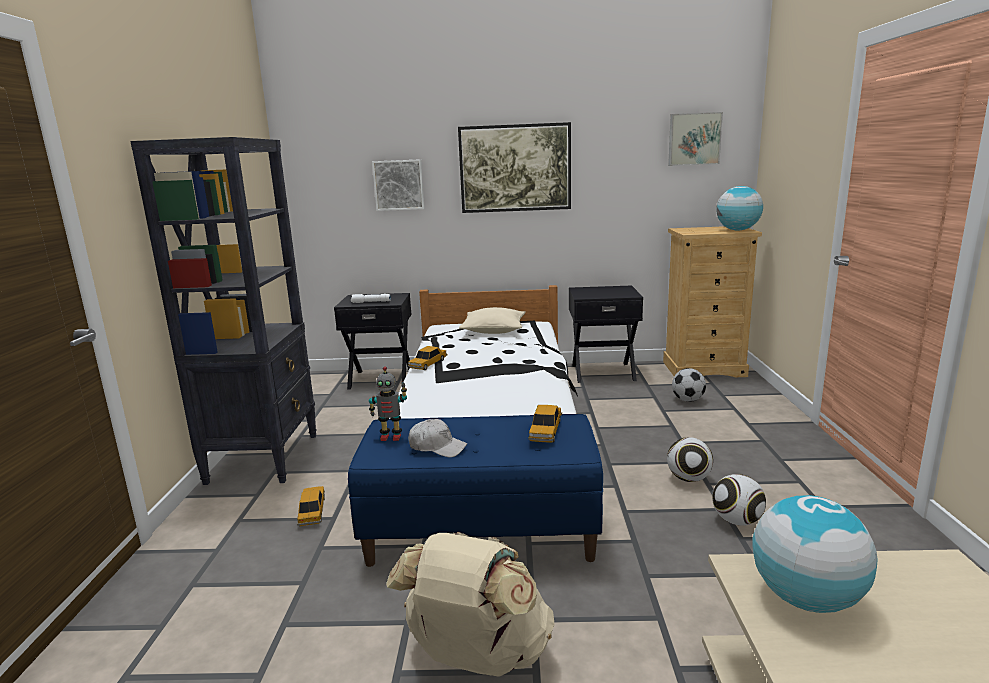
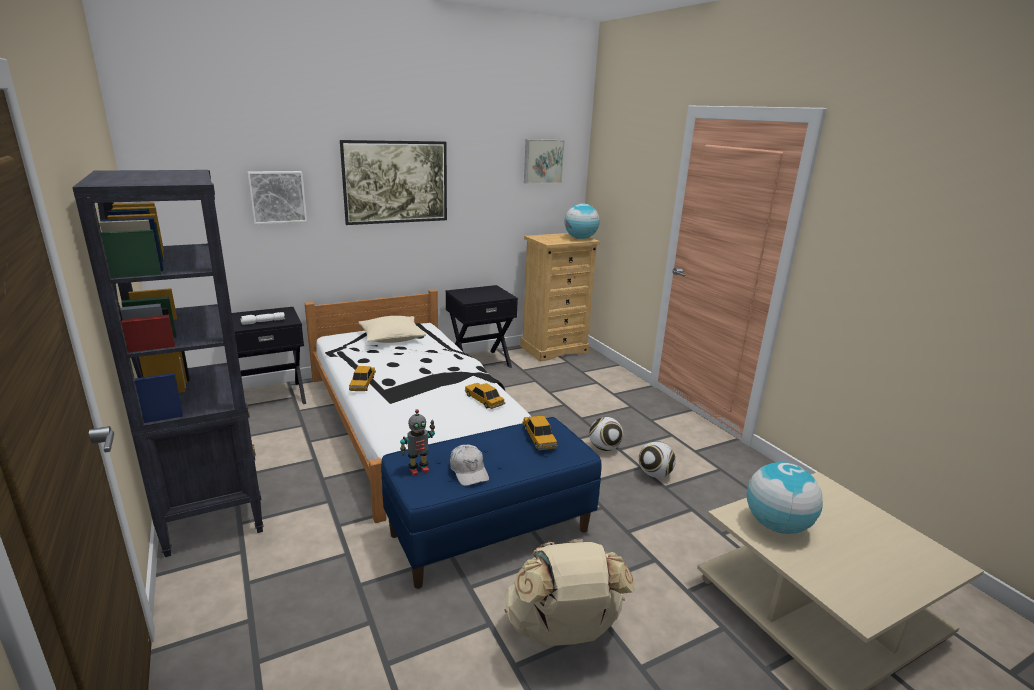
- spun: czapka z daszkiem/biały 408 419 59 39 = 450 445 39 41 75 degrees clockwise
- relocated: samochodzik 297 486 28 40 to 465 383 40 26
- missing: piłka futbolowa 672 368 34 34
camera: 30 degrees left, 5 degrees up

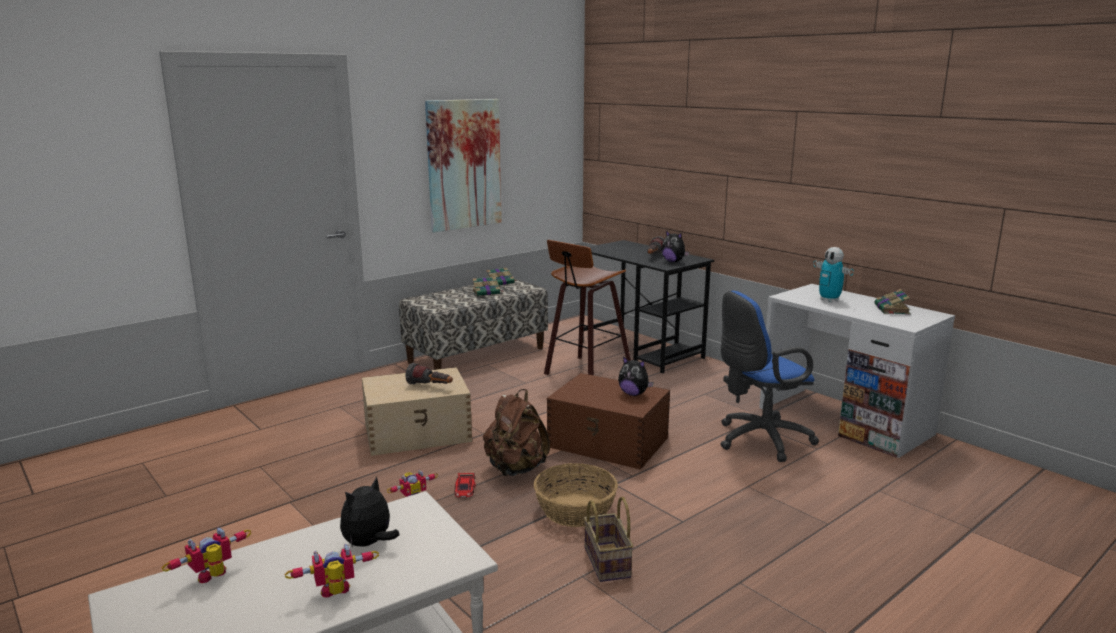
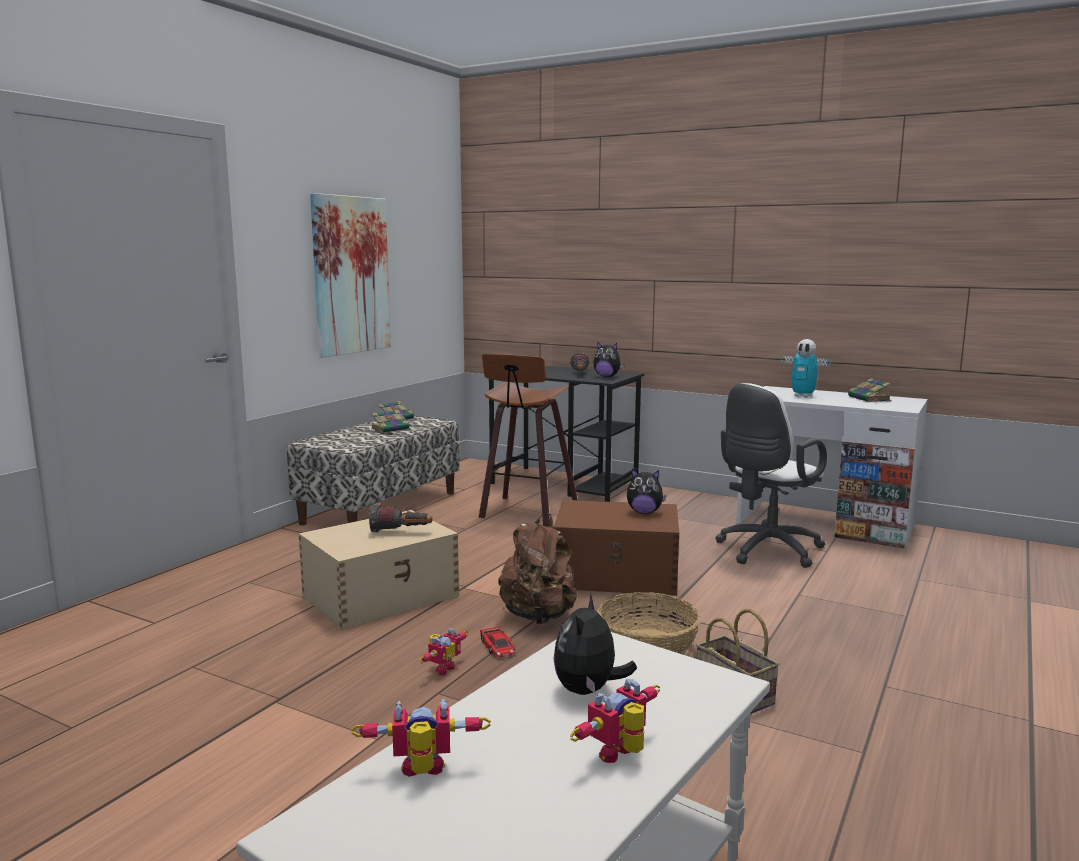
- spun: robot zabawkowy 162 528 89 55 = 351 699 140 78 60 degrees clockwise
- colour: krzesło biurowe/niebieski 720 291 99 171 to krzesło biurowe/biały 715 383 112 185
camera: 20 degrees left, 5 degrees down

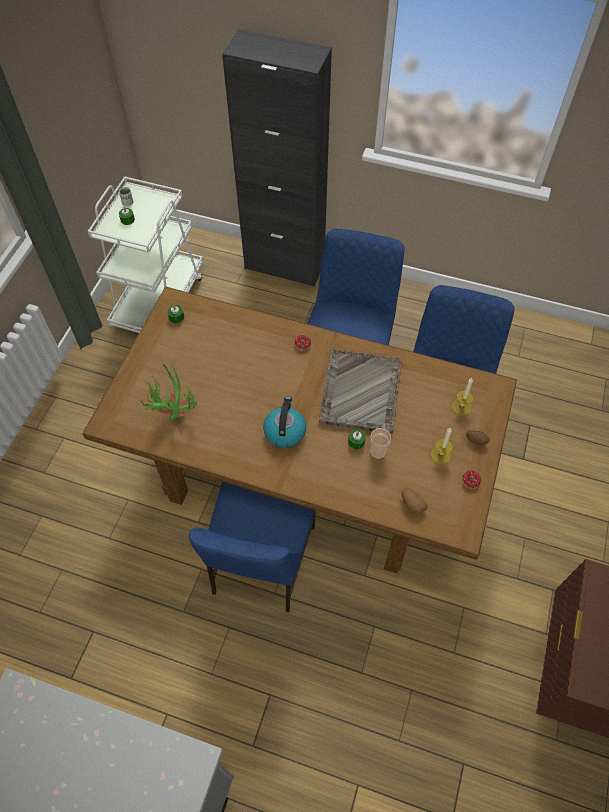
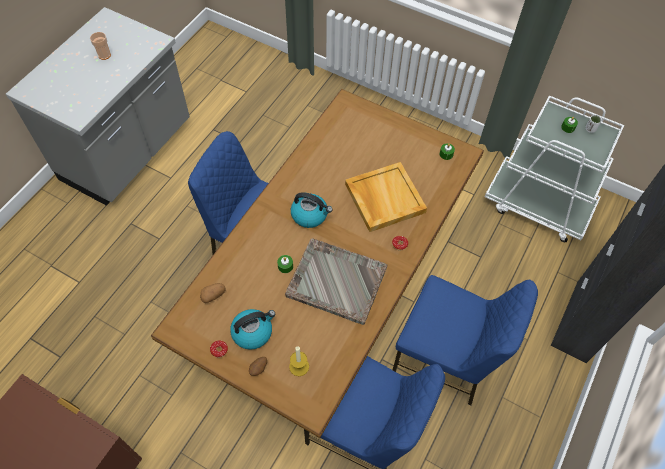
- relocated: filiżanka 370 428 21 31 to 90 32 21 28
- exchanged: świeca 430 428 23 36 to czajnik 230 309 45 41
- appeared: taca/beżowy 345 162 82 70
- missing: roślina doniczkowa 140 361 57 60
camera: 100 degrees right, 0 degrees up

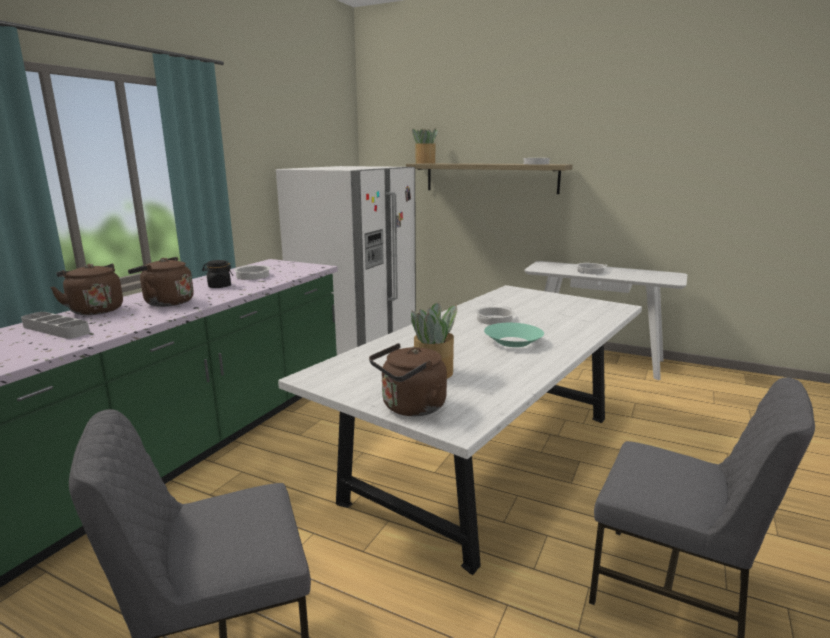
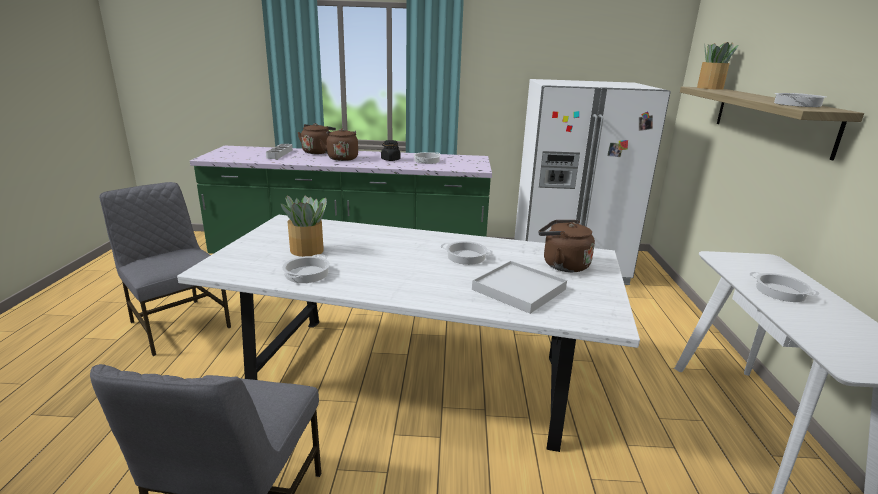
- appeared: garnek 282 254 48 29
- appeared: taca/biały 472 261 95 53
- relocated: czajnik/brązowy 369 343 78 73 to 539 220 56 52
- missing: miska/turkusowy 484 323 60 24
camera: 65 degrees right, 5 degrees up

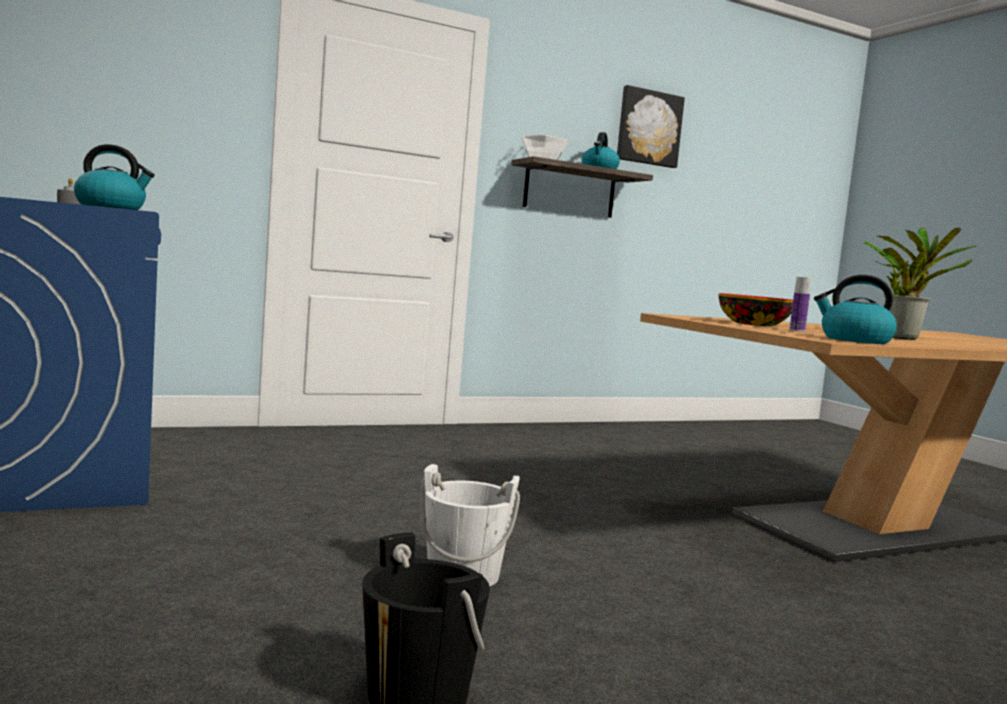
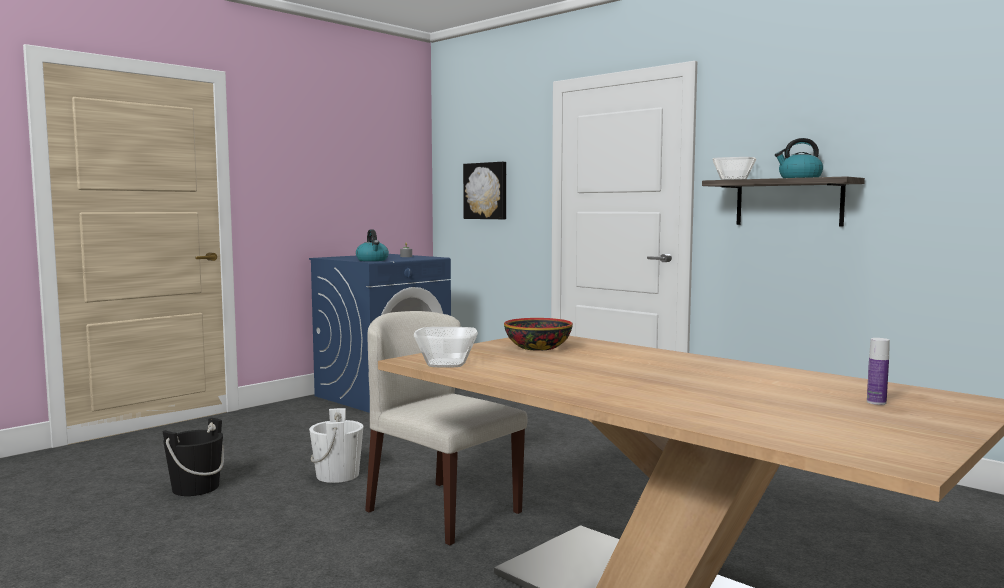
- appeared: krzesło/beżowy 365 311 163 234
- exchanged: czajnik 814 275 83 69 to miska 414 327 64 41
- relocated: obraz 617 85 68 83 to 463 162 43 57
- relocated: butelka 789 277 23 55 to 867 338 23 67
- missing: roślina doniczkowa 864 228 113 112
camera: 70 degrees right, 0 degrees up

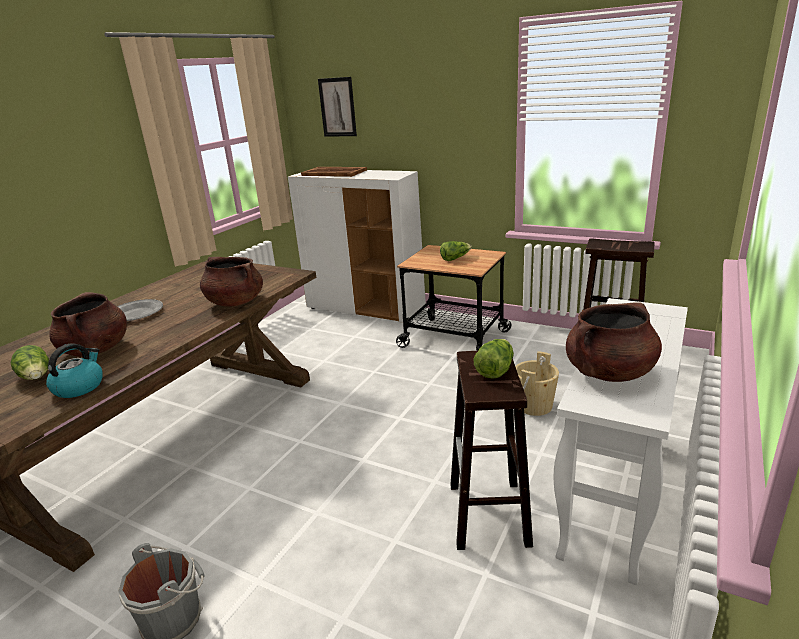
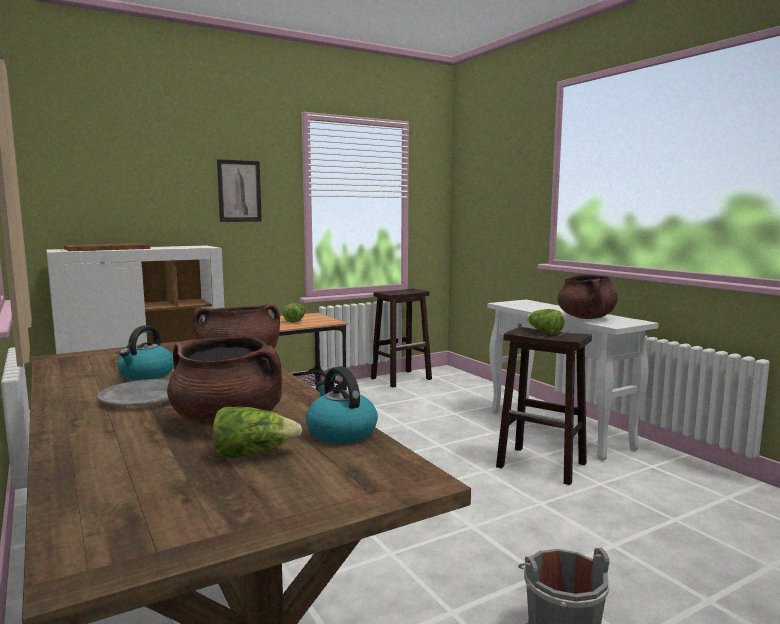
- appeared: czajnik 117 325 57 56
- relocated: obraz 318 77 39 59 to 217 159 45 63
- missing: wiadro/beżowy 515 351 44 65
camera: 60 degrees left, 15 degrees down

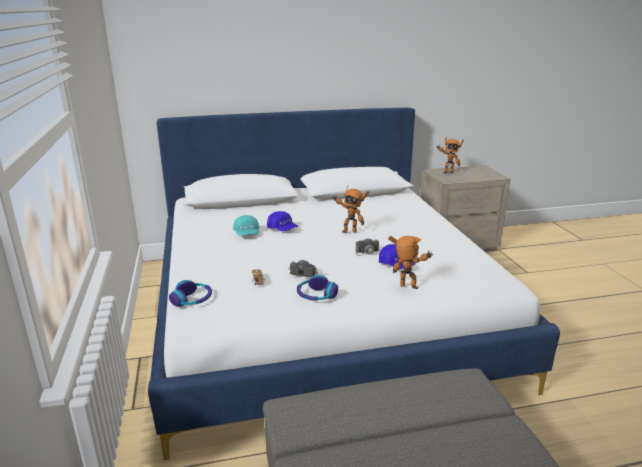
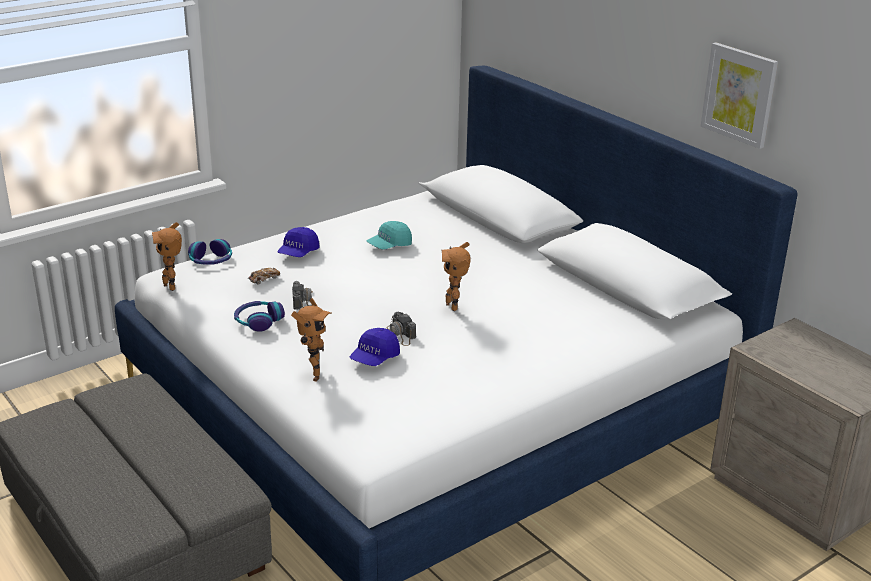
- relocated: robot zabawkowy 436 137 28 37 to 152 222 30 69
- relocated: czapka z daszkiem/niebieski 267 211 31 20 to 277 227 43 30
- appeared: obraz 701 42 77 107
camera: 65 degrees right, 5 degrees up

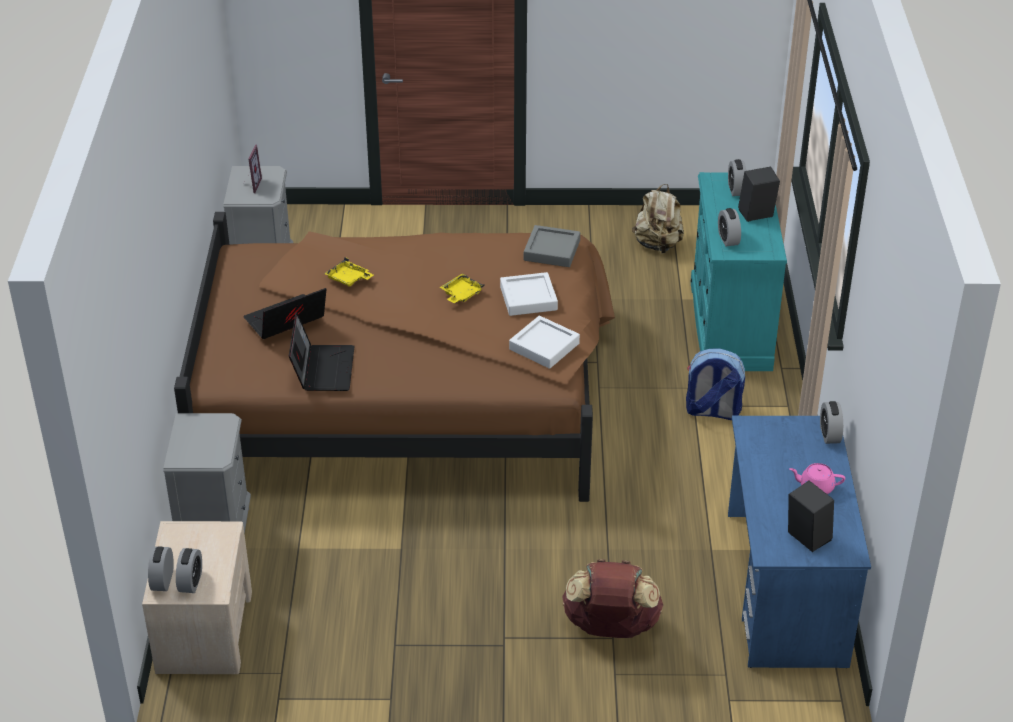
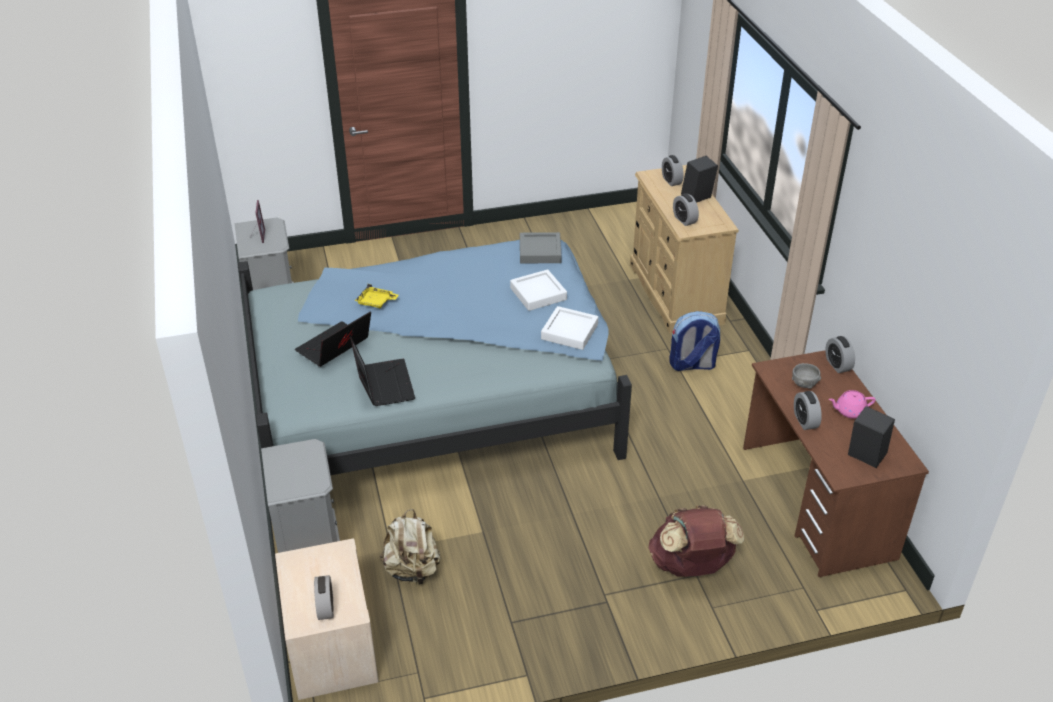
- colour: łóżko/brązowy 174 212 441 290 to łóżko/niebieski 238 240 394 235
- relocated: plecak/beżowy 632 184 52 69 to 380 509 61 78
- colour: komoda/turkusowy 691 172 96 199 to komoda/beżowy 630 165 109 169
- colour: biurko/niebieski 728 416 143 252 to biurko/brązowy 743 350 186 227
- appeared: miska/szary 792 363 29 26
- relocated: budzik 148 547 26 44 to 794 391 28 39
- missing: taca/żółty 440 273 45 30
camera: 15 degrees left, 0 degrees up

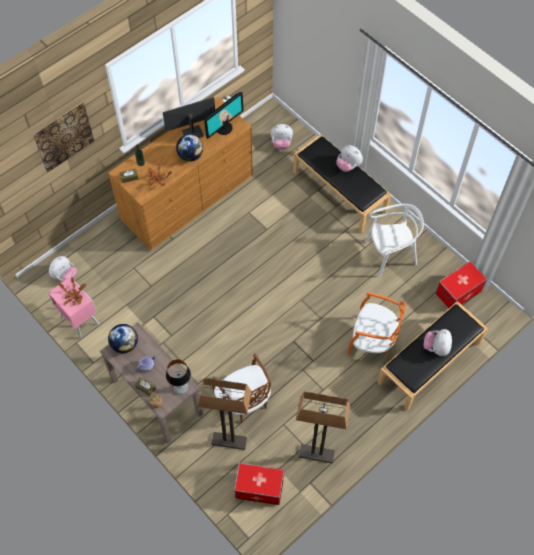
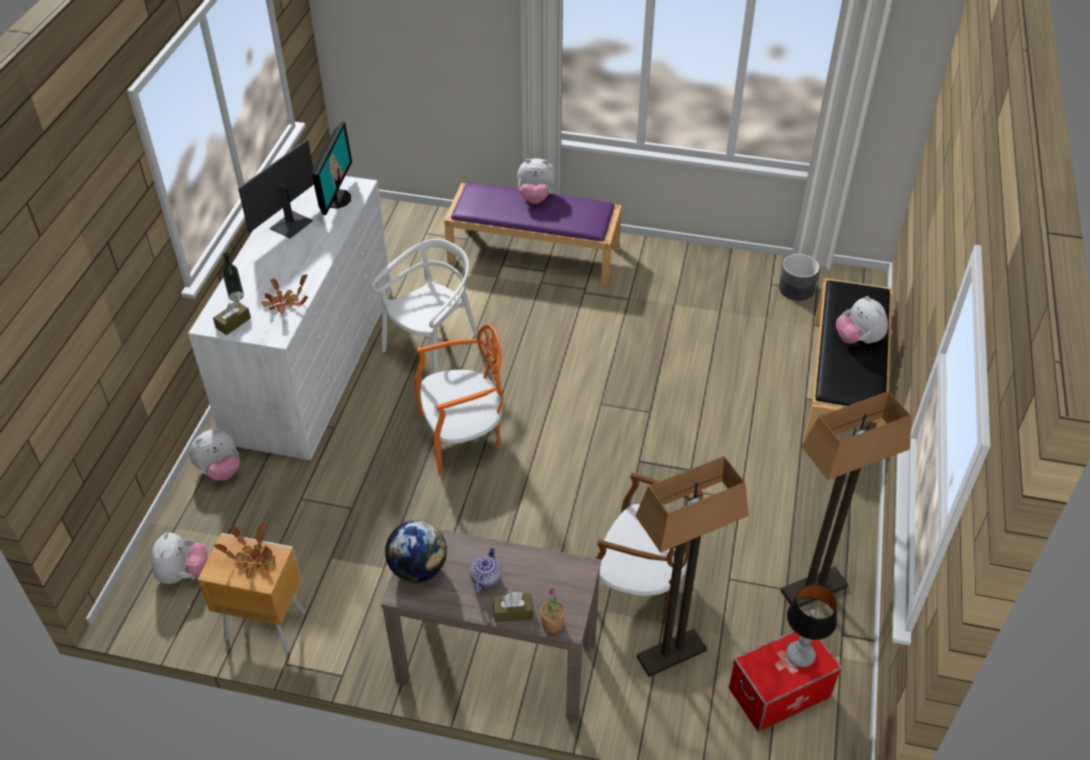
- colour: komoda/brązowy 108 97 145 153 to komoda/biały 188 176 203 284
- relocated: pluszak 271 124 22 26 to 189 429 51 52
- colour: szafka nocna/różowy 48 276 51 62 to szafka nocna/brązowy 197 533 109 120
- relocated: krzesło/biały 365 204 59 74 to 371 239 107 135
- relocated: krzesło/pomarańczowy 348 292 58 66 to 415 324 89 151
- colour: ławka/czarny 293 134 98 99 to ławka/fioletowy 444 183 178 102
- exchanged: pojemnik do przechowywania 435 261 52 47 to donica/szary 779 254 41 46
- relocated: lampa stołowa 166 359 25 36 to 786 585 51 82
- missing: obraz 33 103 61 69
- missing: globus 176 134 27 28
camera: 35 degrees left, 15 degrees down

